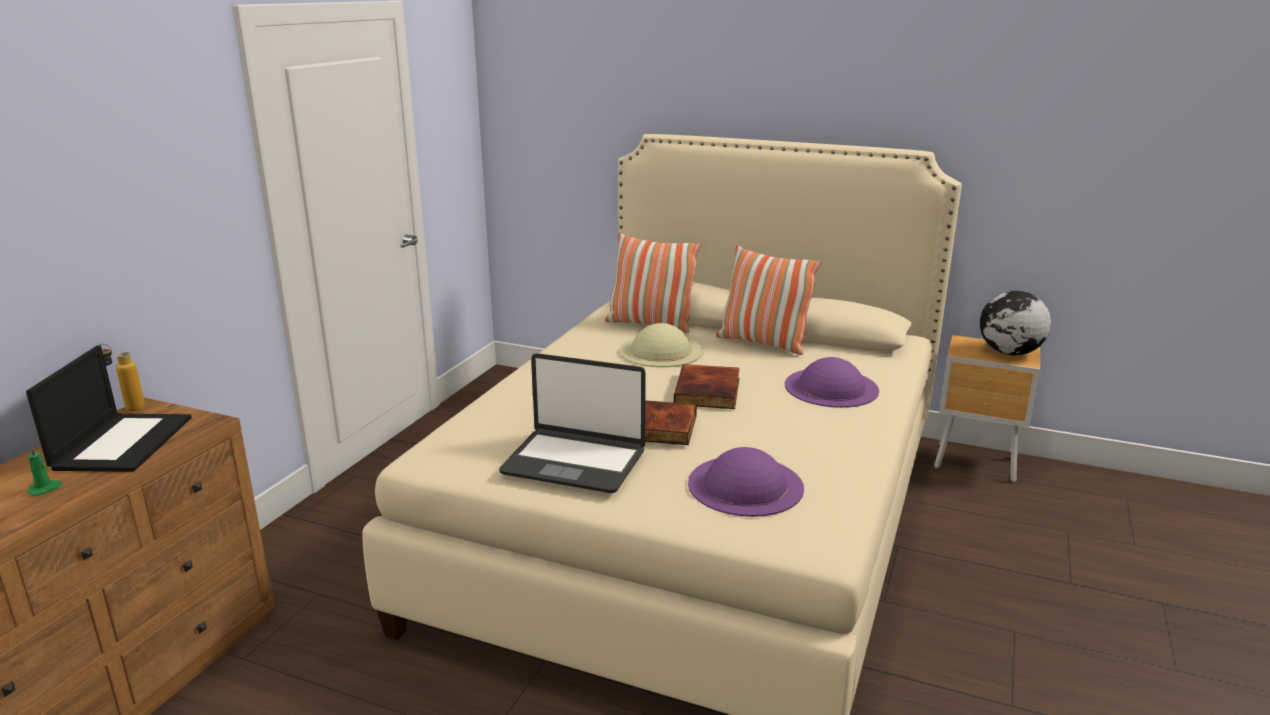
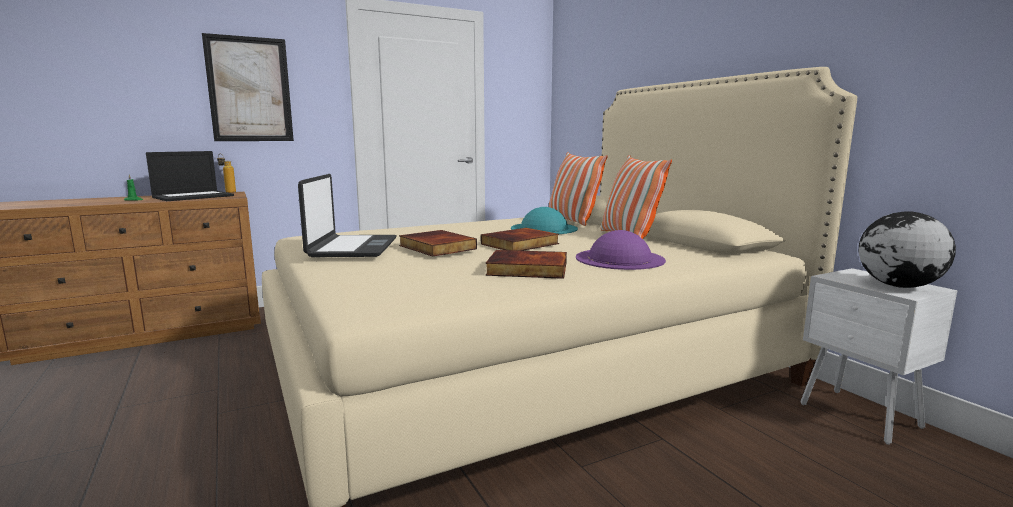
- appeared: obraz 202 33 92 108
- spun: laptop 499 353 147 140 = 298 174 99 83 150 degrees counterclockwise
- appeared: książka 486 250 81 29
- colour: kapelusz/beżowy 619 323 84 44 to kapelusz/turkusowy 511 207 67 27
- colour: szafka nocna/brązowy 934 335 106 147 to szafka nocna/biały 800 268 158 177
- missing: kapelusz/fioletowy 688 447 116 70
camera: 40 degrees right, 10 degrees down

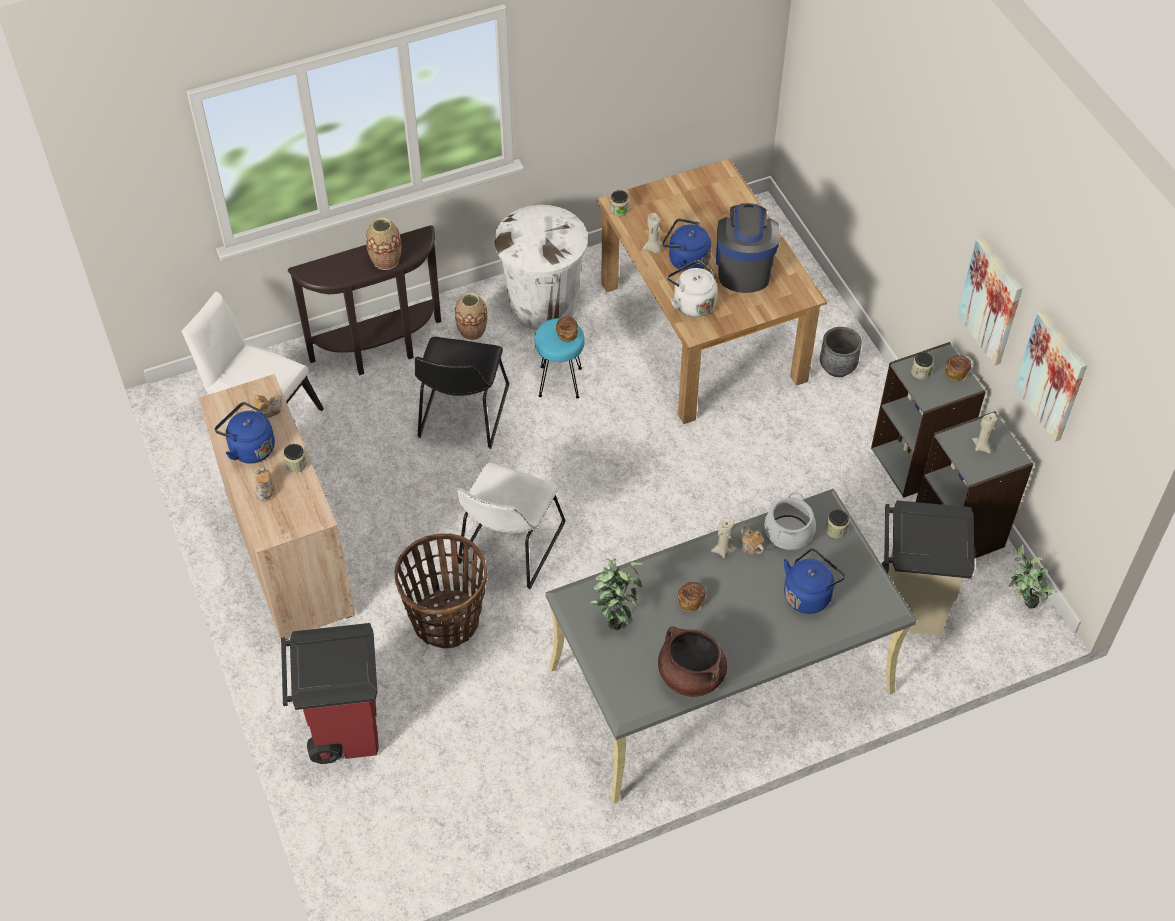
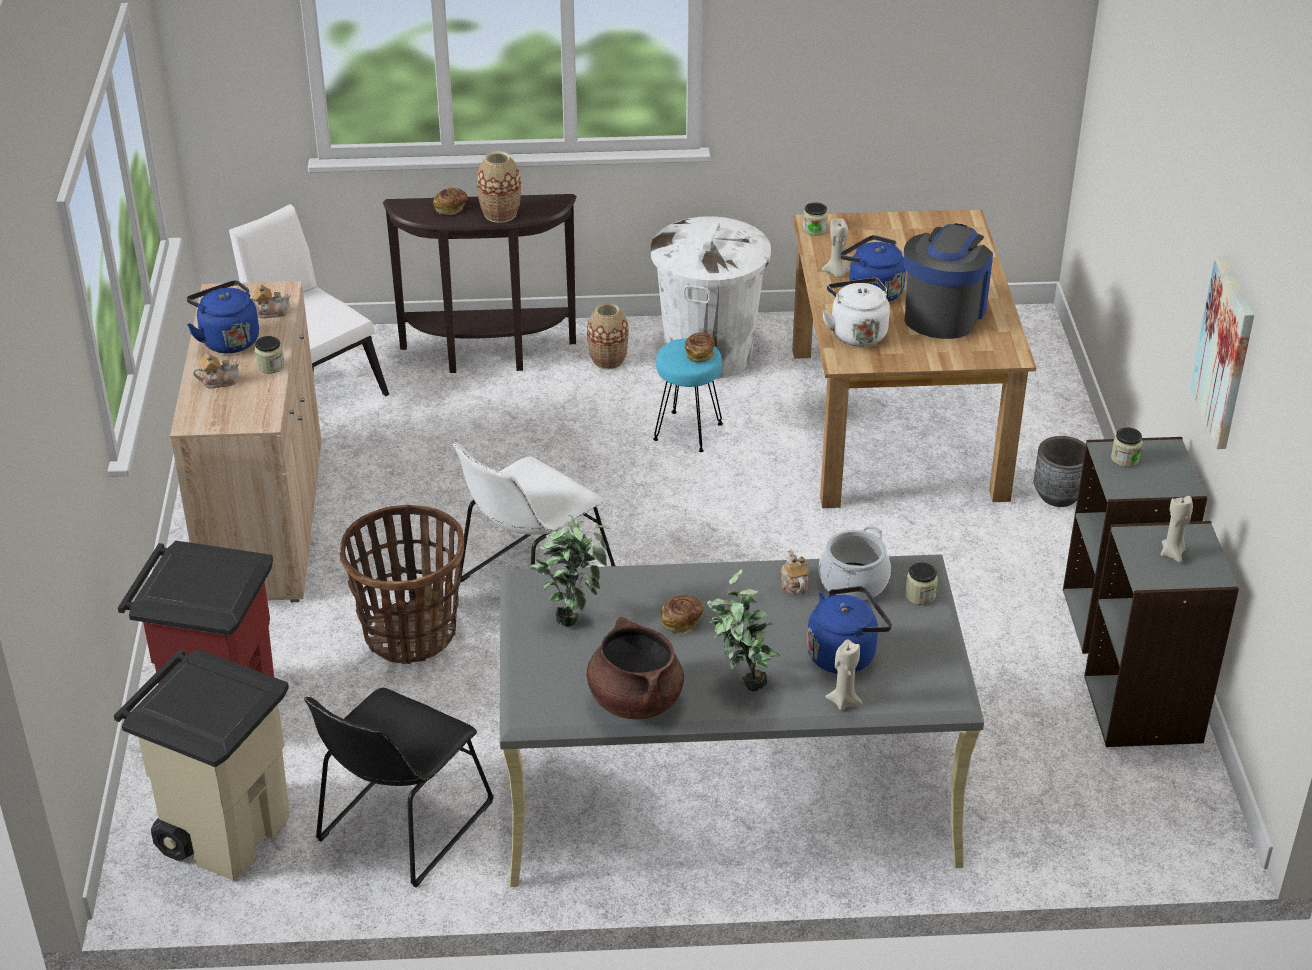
- relocated: kosz na śmieci/beżowy 882 500 93 135 to 114 649 176 232
- spun: imbryk 255 467 20 34 = 193 353 47 36 120 degrees counterclockwise
- relocated: krzesło/czarny 415 337 94 112 to 304 688 190 200
- relocated: chleb 945 355 26 27 to 433 188 35 27
- relocated: roślina doniczkowa 1009 544 43 65 to 707 569 73 122
- relocated: świeca/beżowy 711 517 26 41 to 825 639 38 72
- missing: obraz 1014 310 73 132
camera: 20 degrees right, 15 degrees down

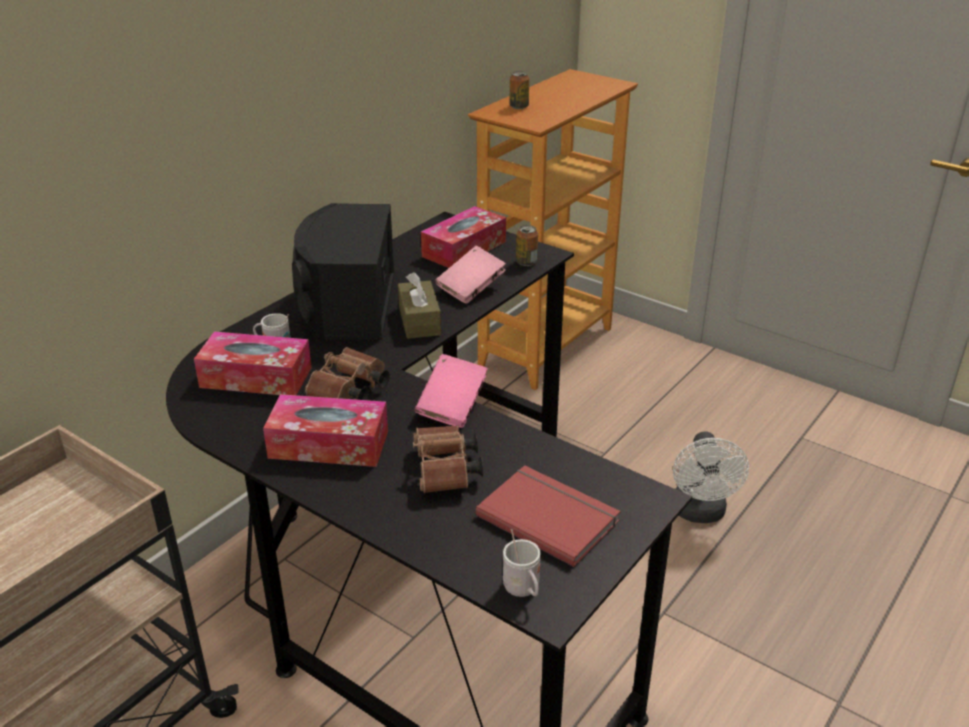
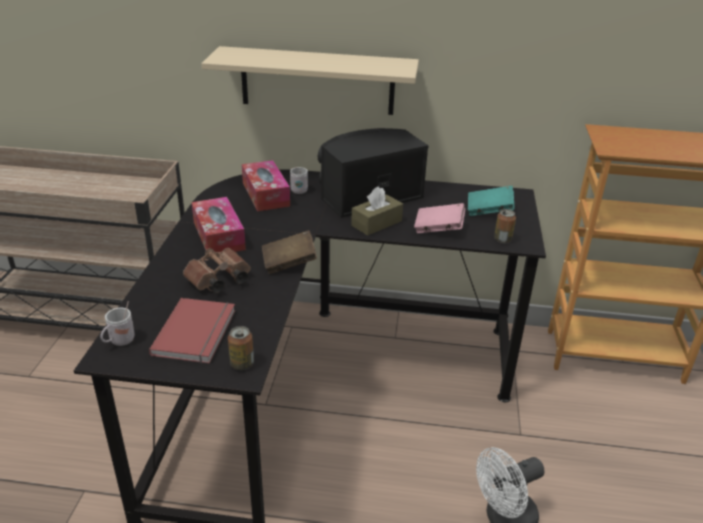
- appeared: półka/beżowy 201 46 218 69
- relocated: puszka 510 71 19 38 to 228 326 26 44
- colour: książka/różowy 415 354 73 74 to książka/brązowy 262 230 55 44
- exchanged: pudełko chusteczek 421 206 85 62 to książka/turkusowy 468 186 46 30
- missing: lornetka/brązowy 305 347 85 53
camera: 60 degrees right, 0 degrees up

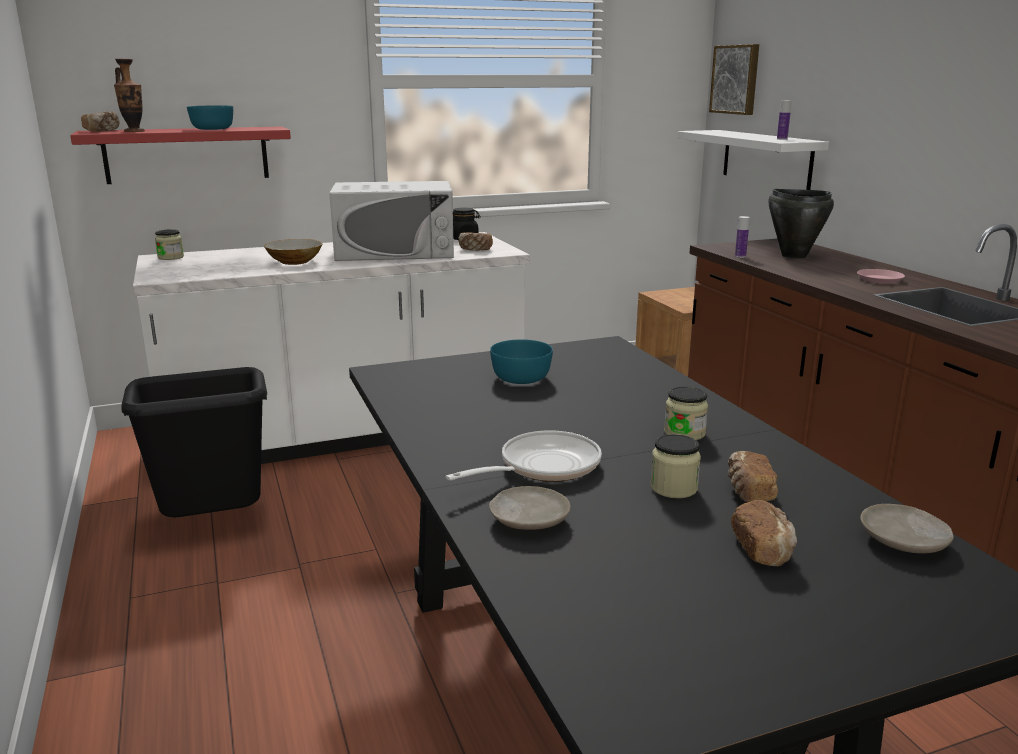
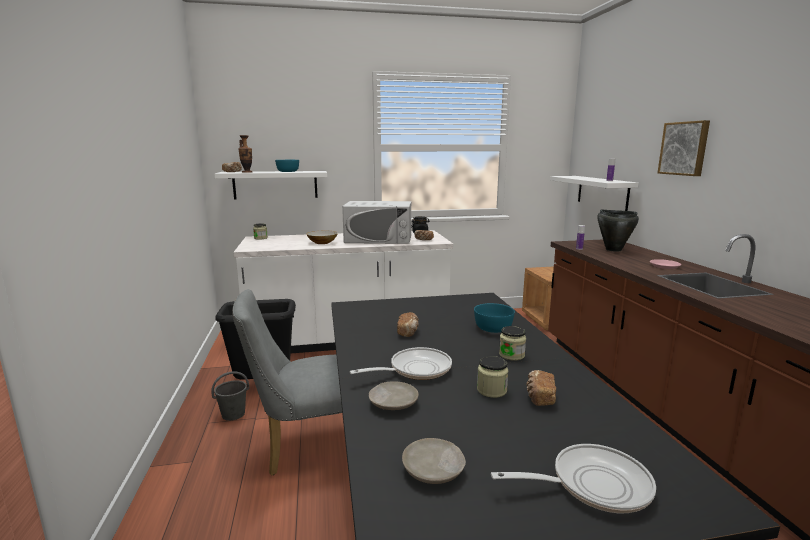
- appeared: wiadro/szary 212 371 37 50
- colour: półka/czerwony 70 126 221 58 to półka/biały 214 171 113 28
- appeared: krzesło/szary 232 289 110 187
- relocated: chleb 731 500 66 66 to 397 312 22 25
- relocated: talerz/beżowy 860 504 94 49 to 402 438 64 46
- relocated: miska/turkusowy 490 339 63 45 to 474 303 41 30
- appeared: patelnia 491 444 165 69
- relocated: obraz 709 44 50 71 to 658 120 52 56
camera: 10 degrees right, 5 degrees down

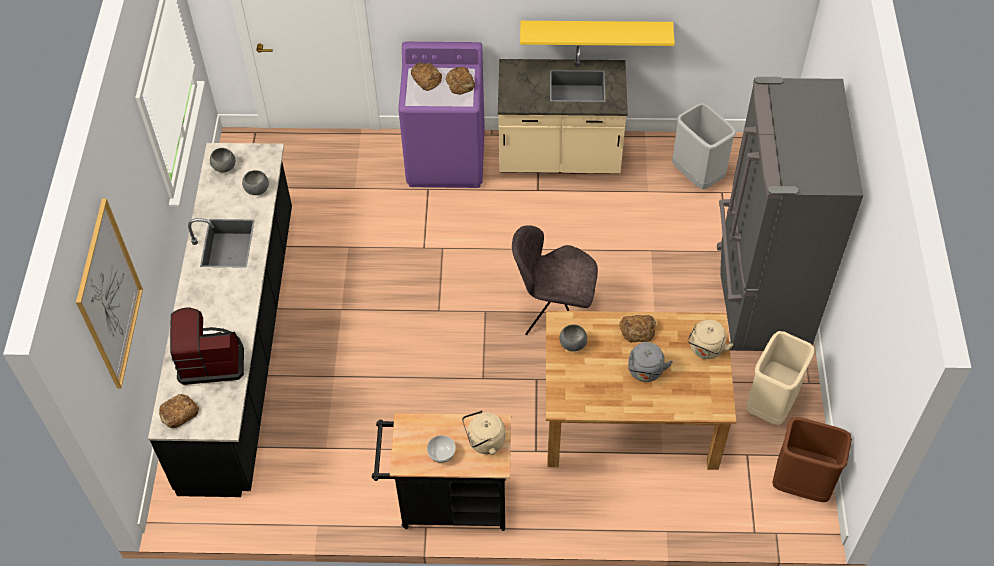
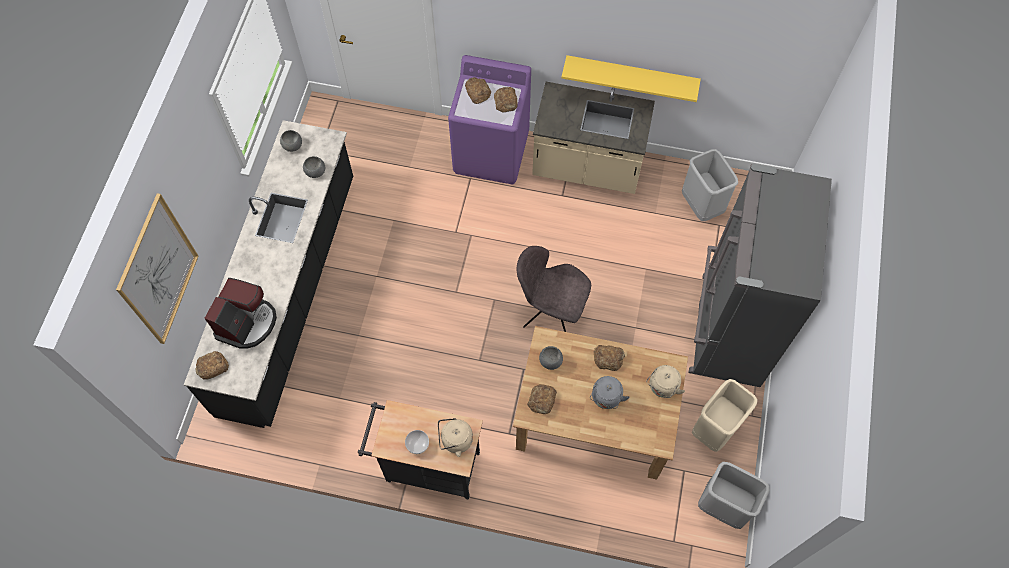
- spun: ekspres do kawy 170 308 74 77 = 204 278 73 71 105 degrees clockwise
- appeared: chleb 527 384 30 30
- colour: kosz na śmieci/brązowy 772 417 80 85 to kosz na śmieci/szary 698 462 71 67
camera: 10 degrees right, 10 degrees up

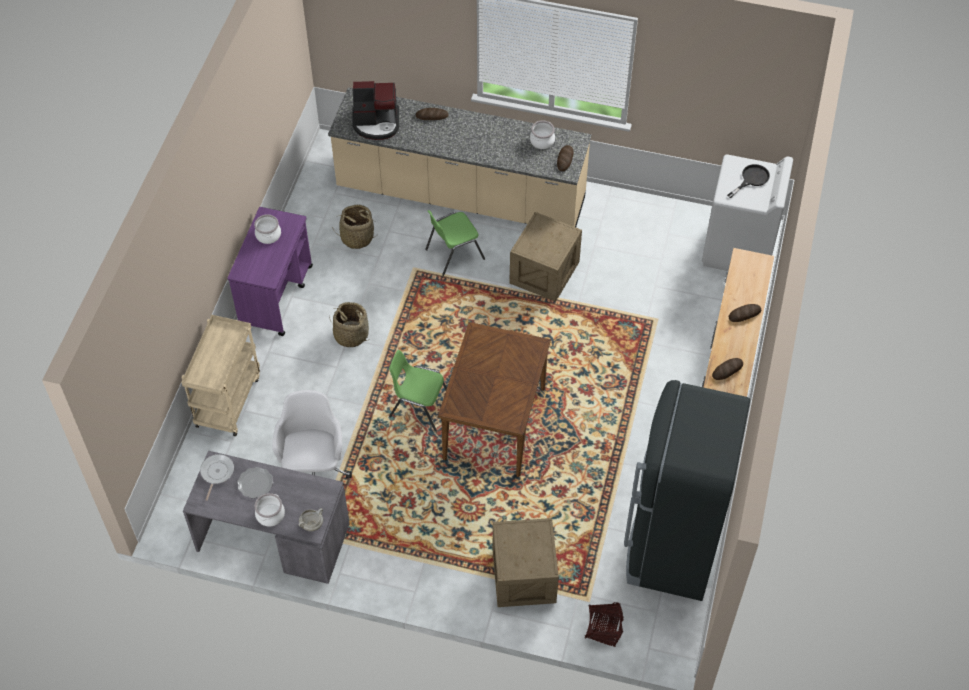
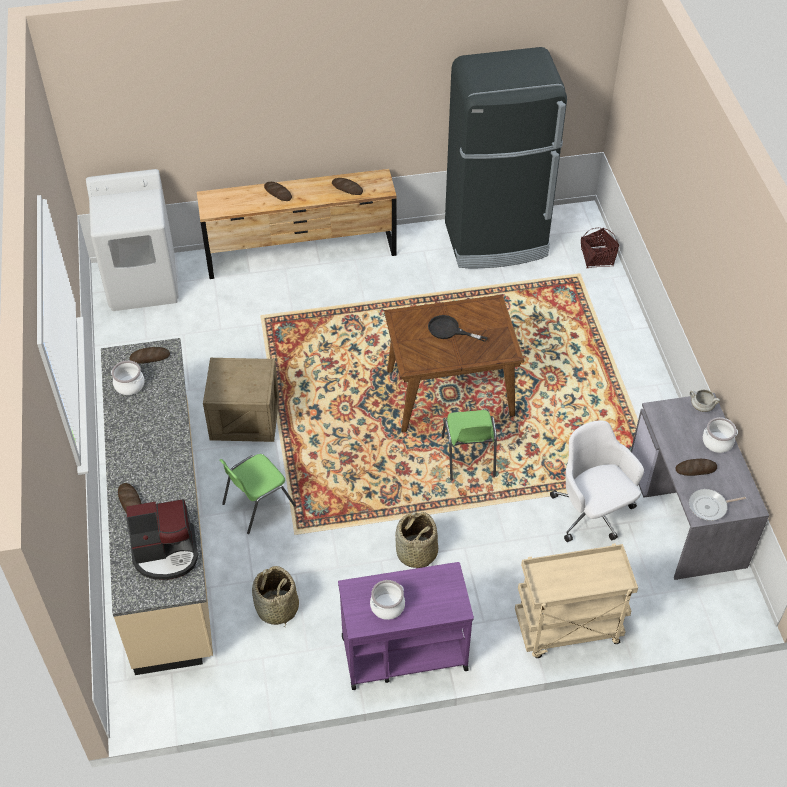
- spun: ekspres do kawy 352 81 47 59 = 126 499 72 81 105 degrees clockwise
- spun: krzesło/zielony 425 210 60 66 = 219 454 77 80 105 degrees clockwise
- relocated: patelnia/czarny 727 164 43 34 to 428 315 60 27
- spun: krzesło biurowe/biały 272 390 80 88 = 550 420 94 122 90 degrees clockwise
- exchanged: talerz 237 467 36 31 to chleb 675 459 42 17
- missing: skrzynka 493 518 66 89
camera: 115 degrees left, 5 degrees down

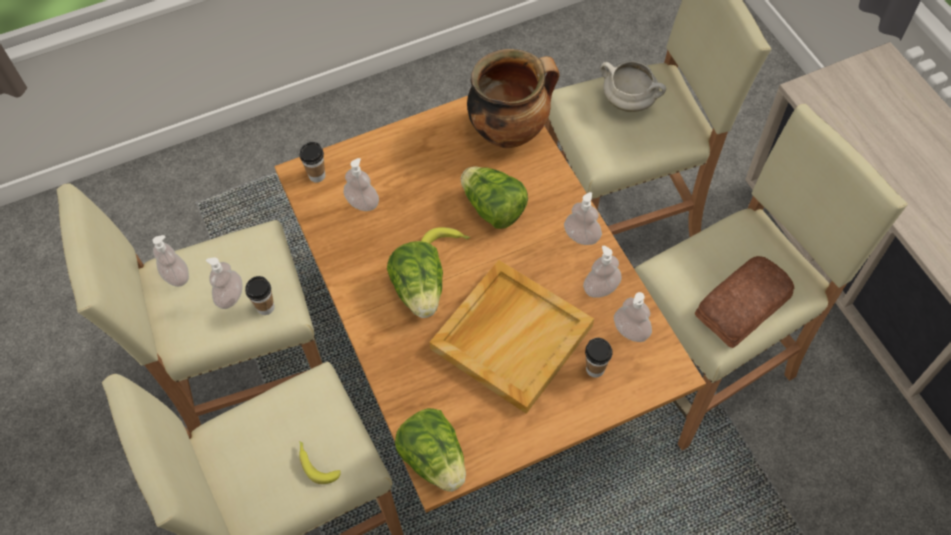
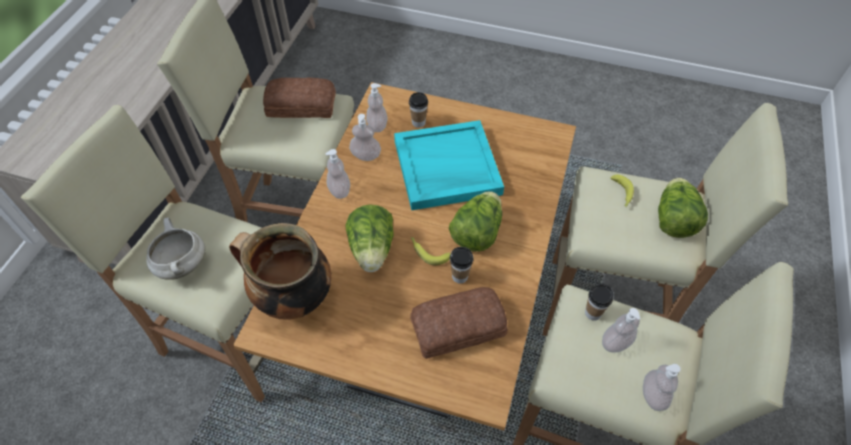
- colour: taca/beżowy 429 260 165 154 to taca/turkusowy 394 120 110 90
- exchanged: dozownik mydła 344 158 35 53 to chleb 410 287 98 72
- relocated: filiżanka 300 142 25 41 to 450 247 24 37
- relocated: sałata 395 408 71 84 to 658 178 50 60
camera: 140 degrees left, 5 degrees down

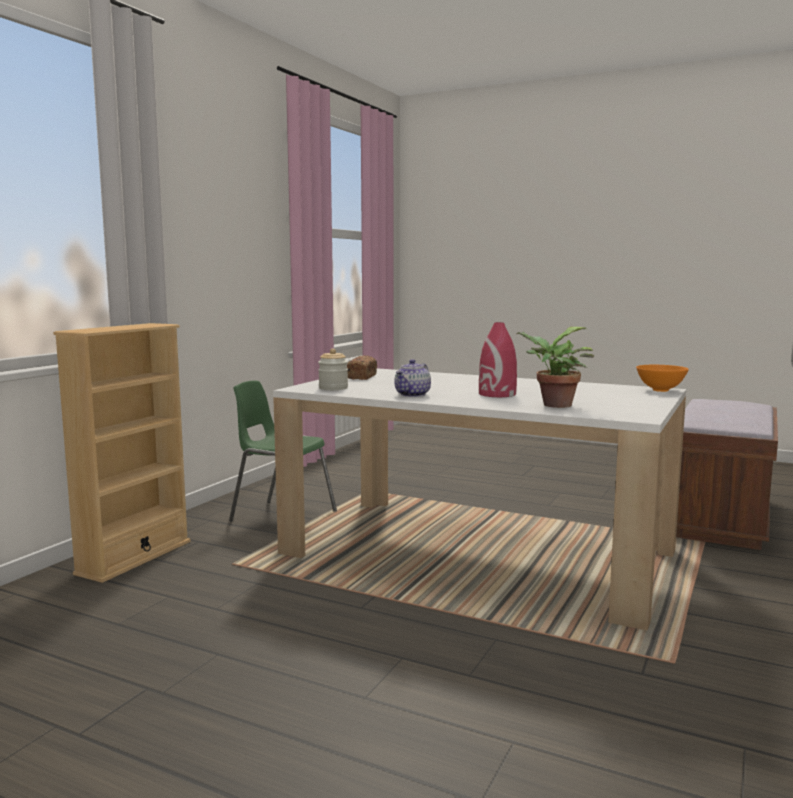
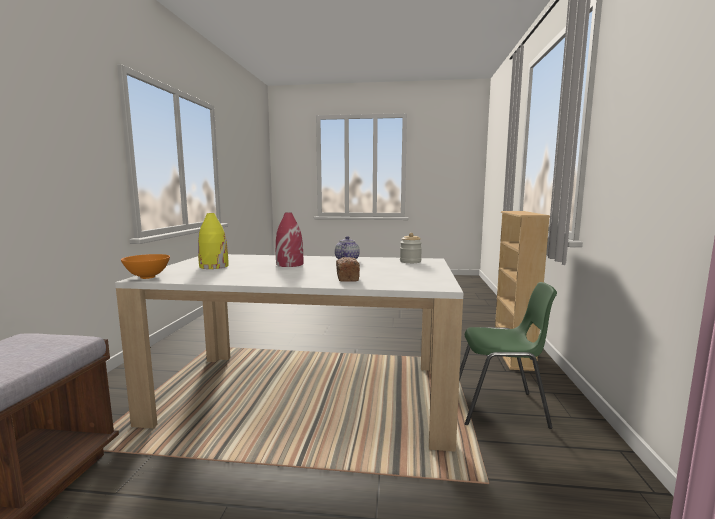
- appeared: wazon/żółty 198 213 31 56
- relocated: chleb 347 355 30 25 to 336 257 24 25
- missing: roślina doniczkowa 516 327 79 81
camera: 160 degrees right, 0 degrees up

